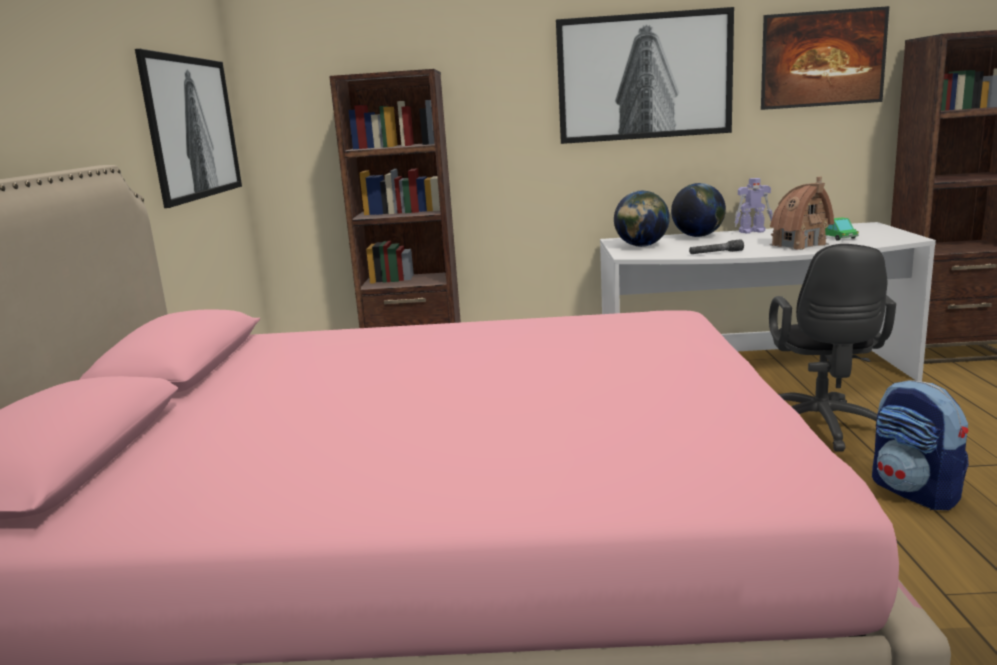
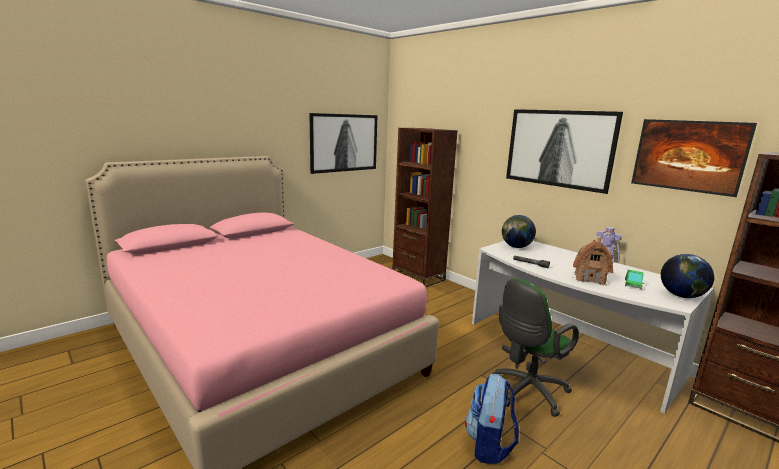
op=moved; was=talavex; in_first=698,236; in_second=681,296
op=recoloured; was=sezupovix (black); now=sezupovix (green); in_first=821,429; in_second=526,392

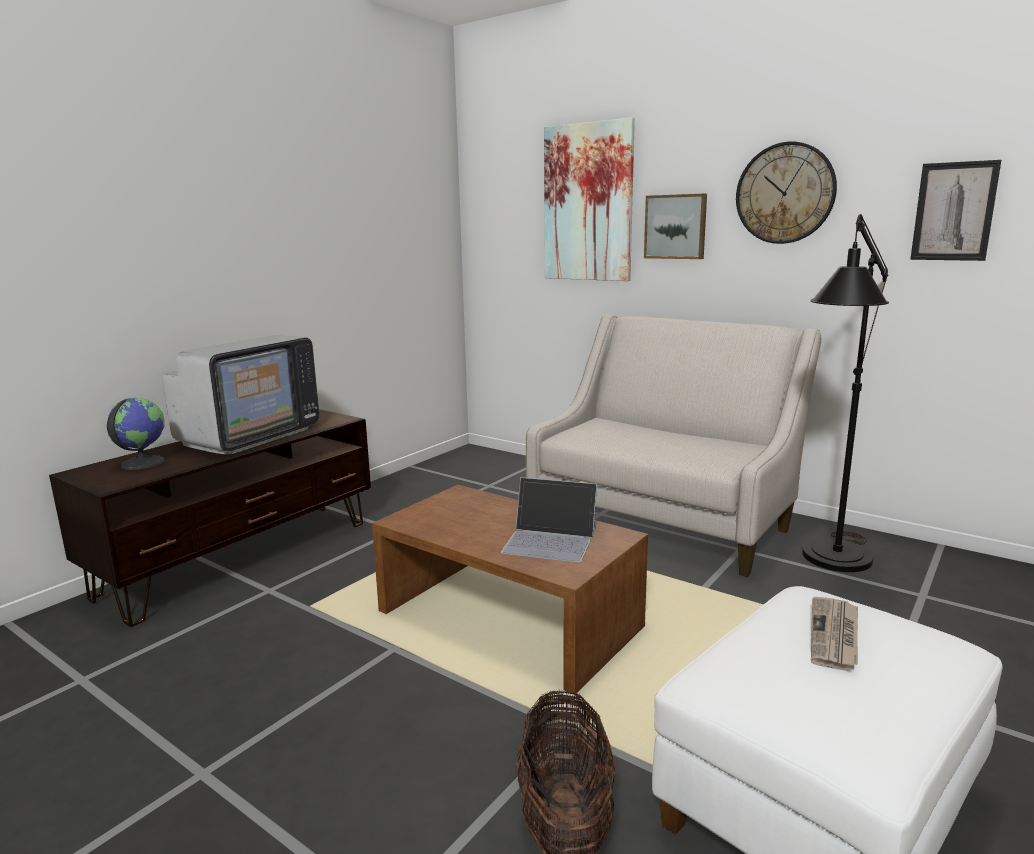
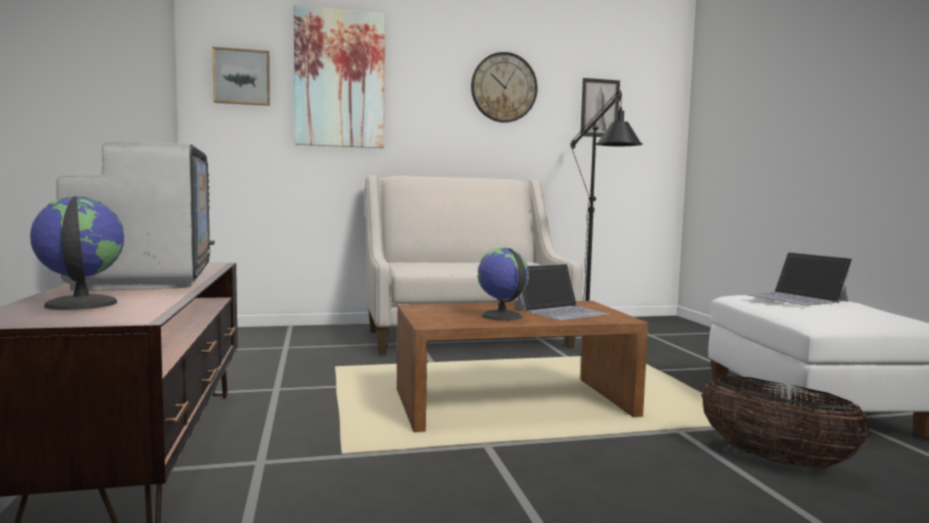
op=moved; was=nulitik; in_first=676,226; in_second=242,77
op=replaced; was=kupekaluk; now=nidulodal; in_first=835,636; in_second=797,298
op=added; now=talavex; in_second=501,316

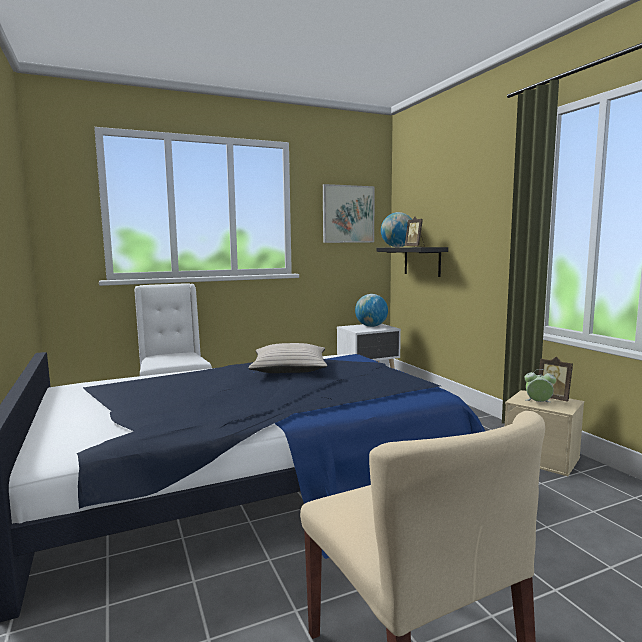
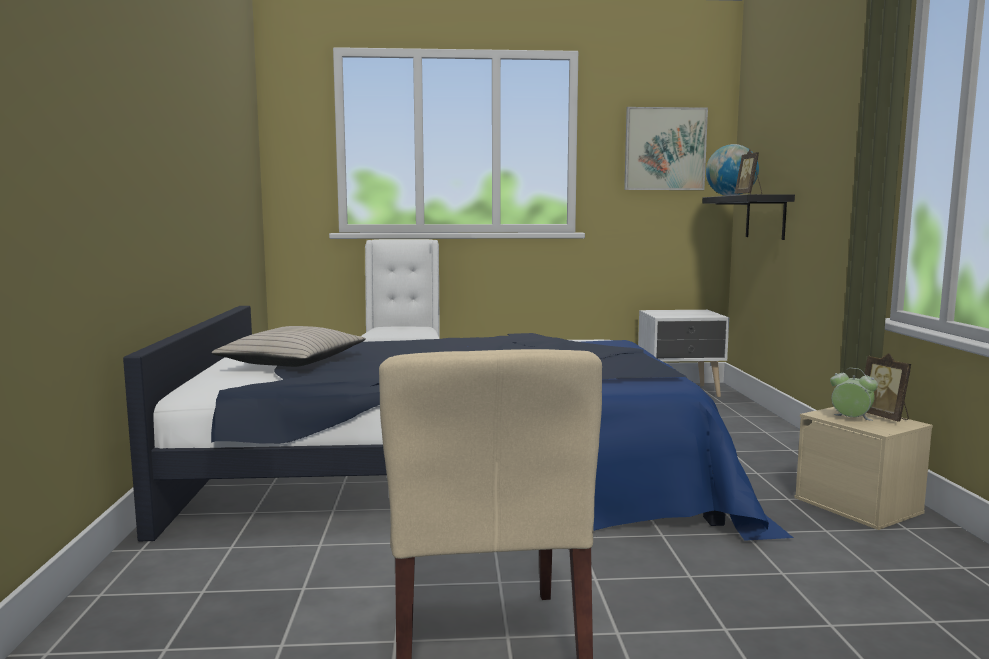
op=moved; was=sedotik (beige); in_first=289,368; in_second=292,361
op=removed; was=talavex; in_first=371,326

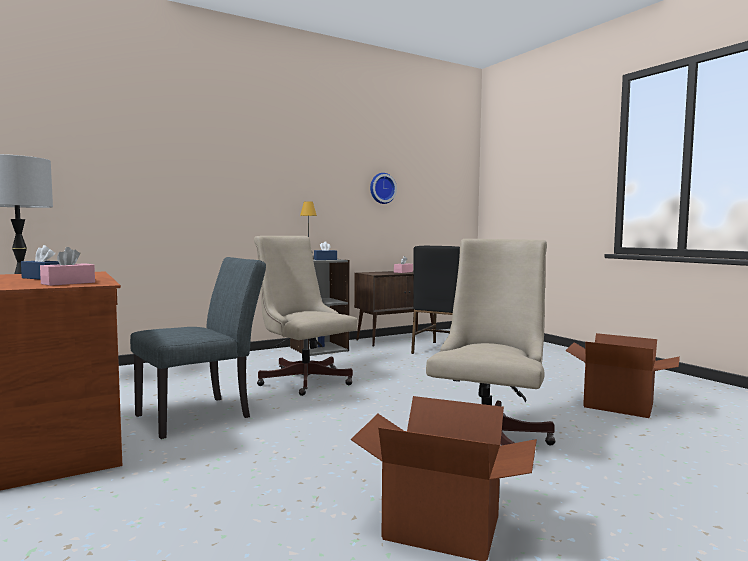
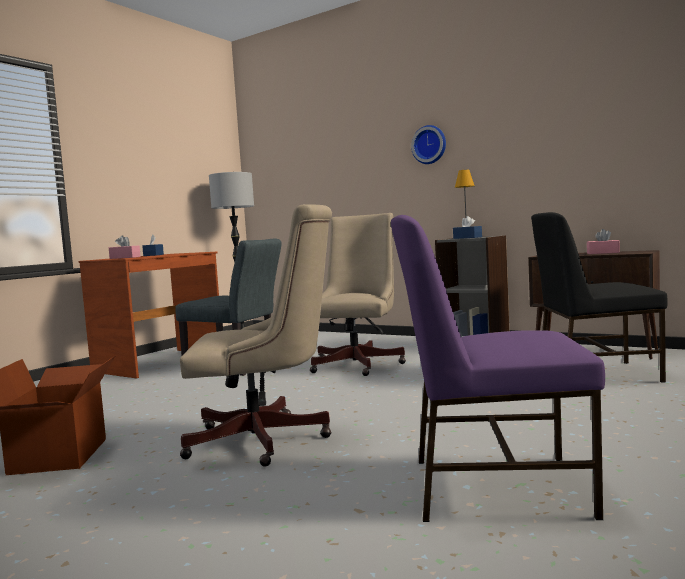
op=moved; was=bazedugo; in_first=382,188; in_second=429,145
op=replaced; was=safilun; now=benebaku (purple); in_first=618,405; in_second=494,486

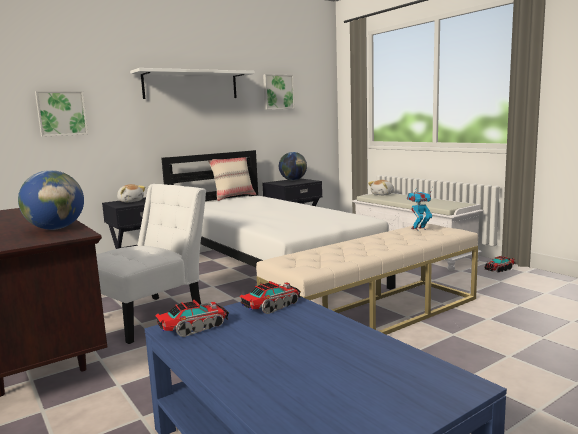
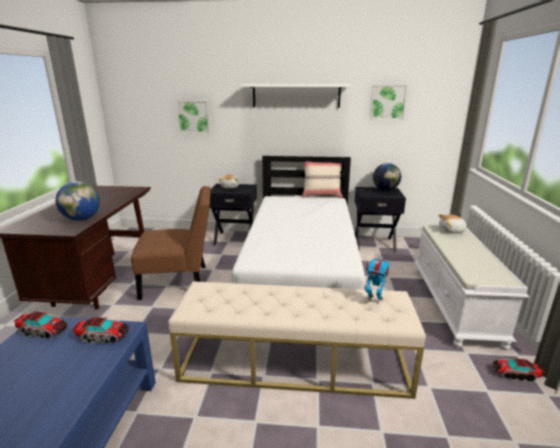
op=recoloured; was=benebaku (white); now=benebaku (brown); in_first=151,316; in_second=179,282

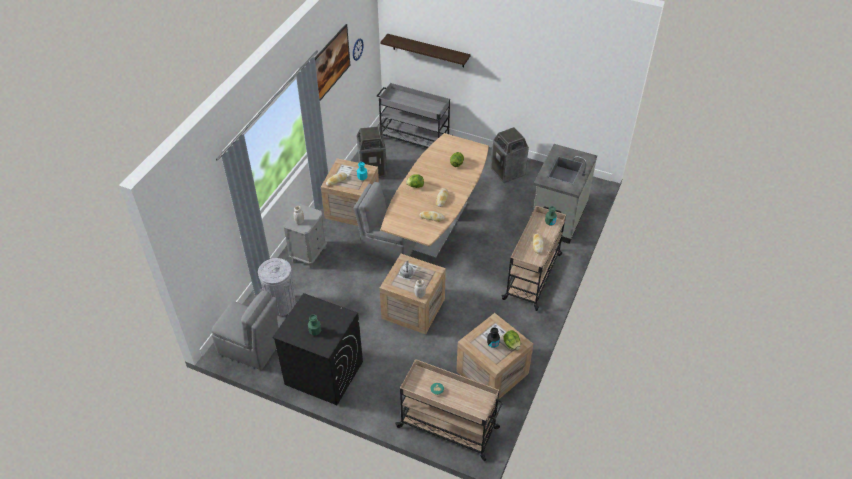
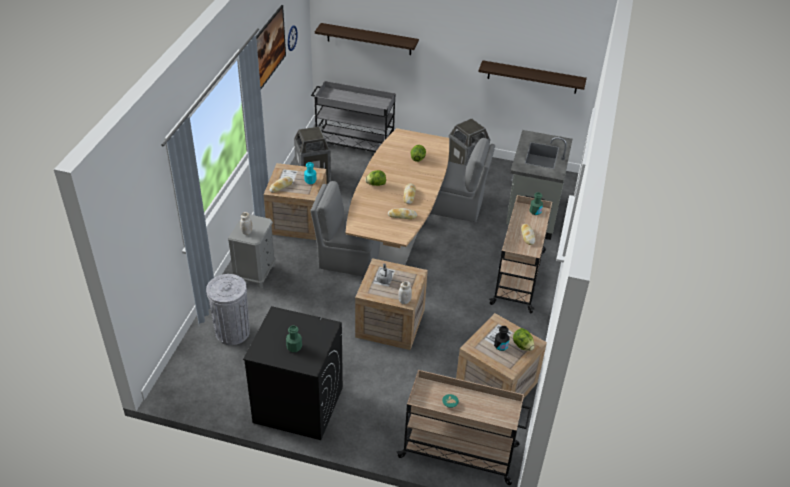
op=moved; was=benebaku (grey); in_first=251,348; in_second=457,207
op=added; now=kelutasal; in_second=532,77

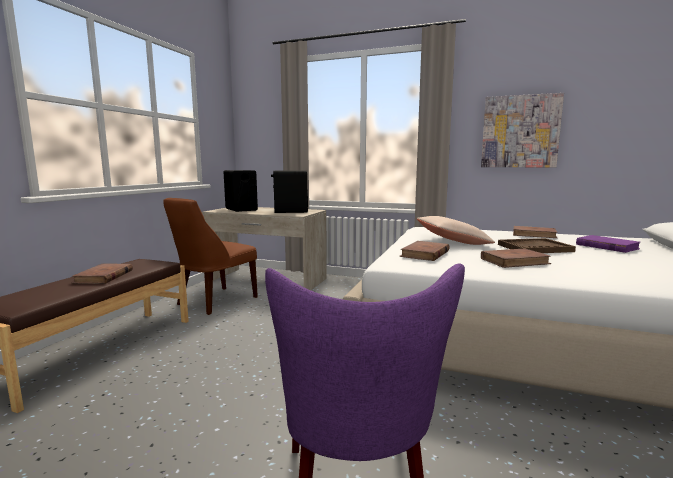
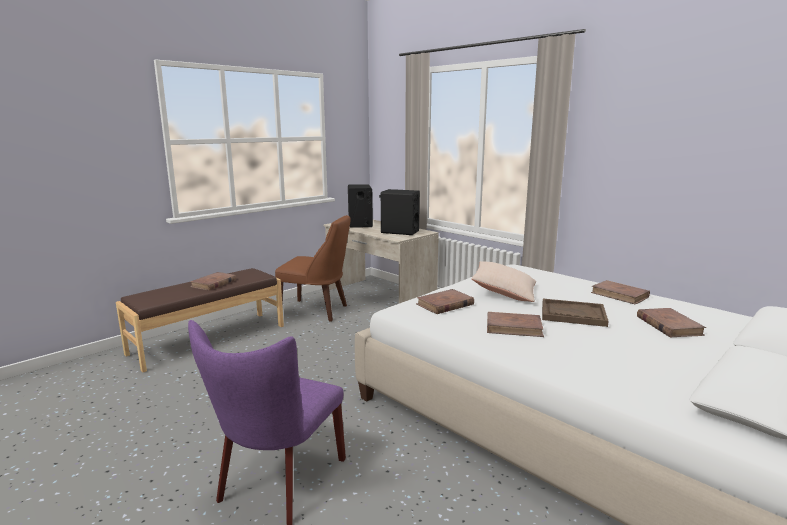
op=turned; was=benebaku (brown); in_first=214,301; in_second=317,311; clockwise=-135
op=removed; was=nulitik; in_first=520,132
op=recoloured; was=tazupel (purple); now=tazupel (brown); in_first=606,246; in_second=668,325

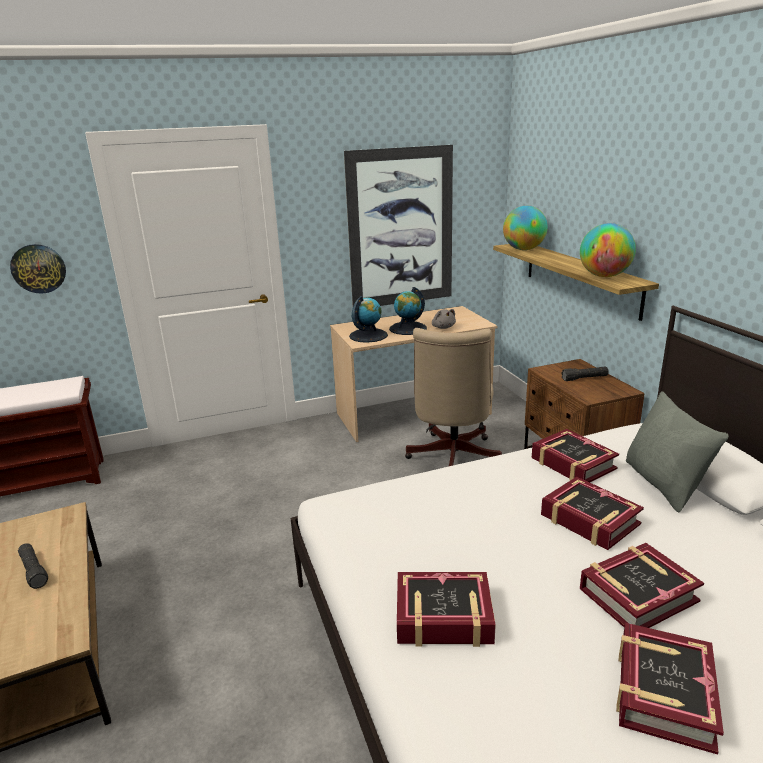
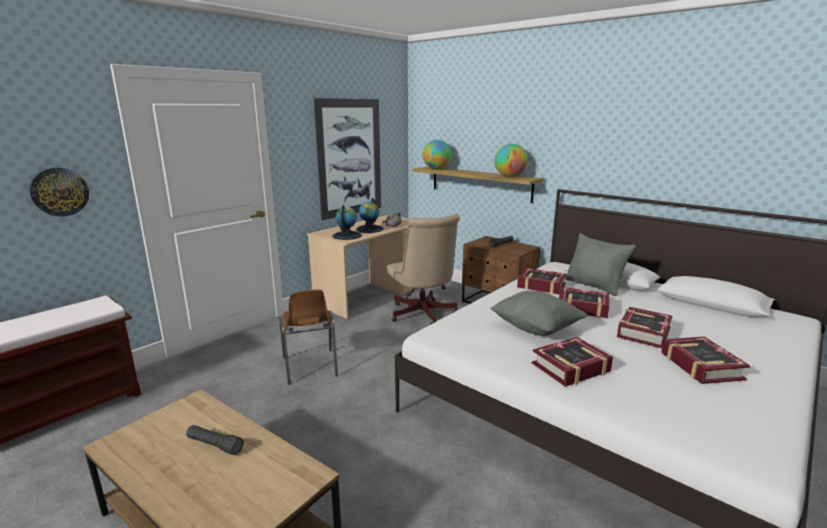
op=added; now=benebaku (brown); in_second=310,367
op=added; now=sedotik (grey); in_second=536,328

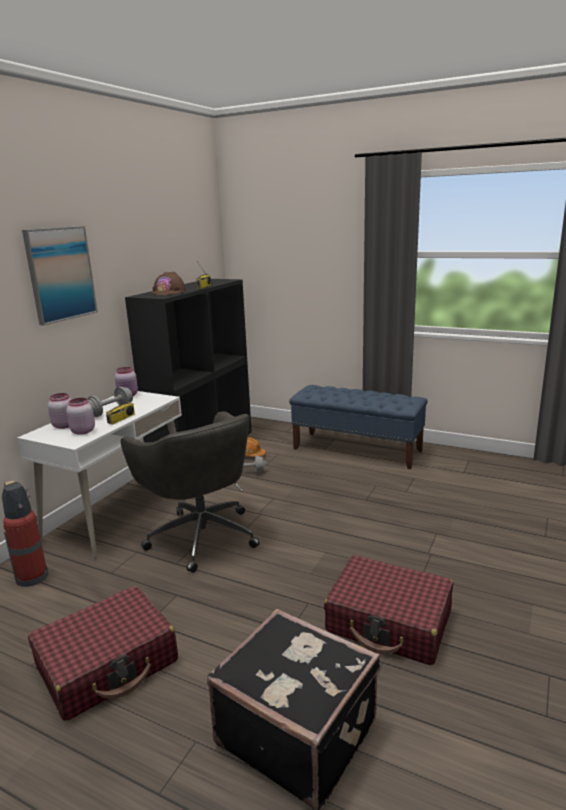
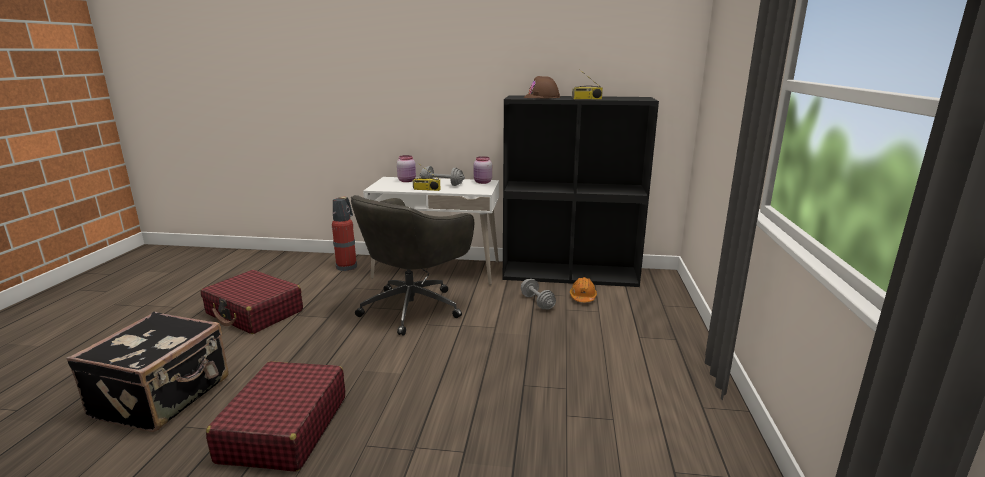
op=removed; was=nulitik; in_first=60,274
op=removed; was=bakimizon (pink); in_first=82,431
op=removed; was=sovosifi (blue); in_first=357,450

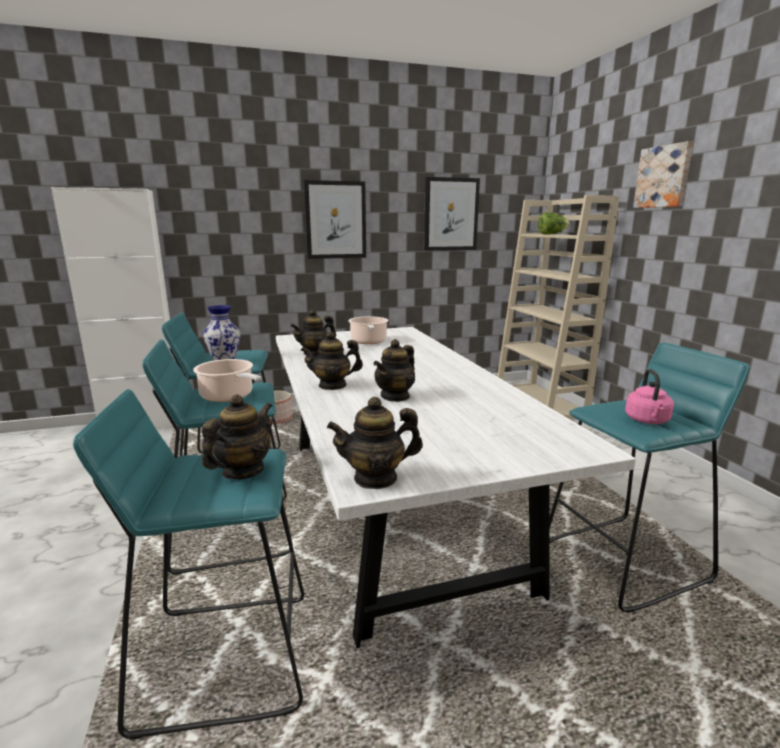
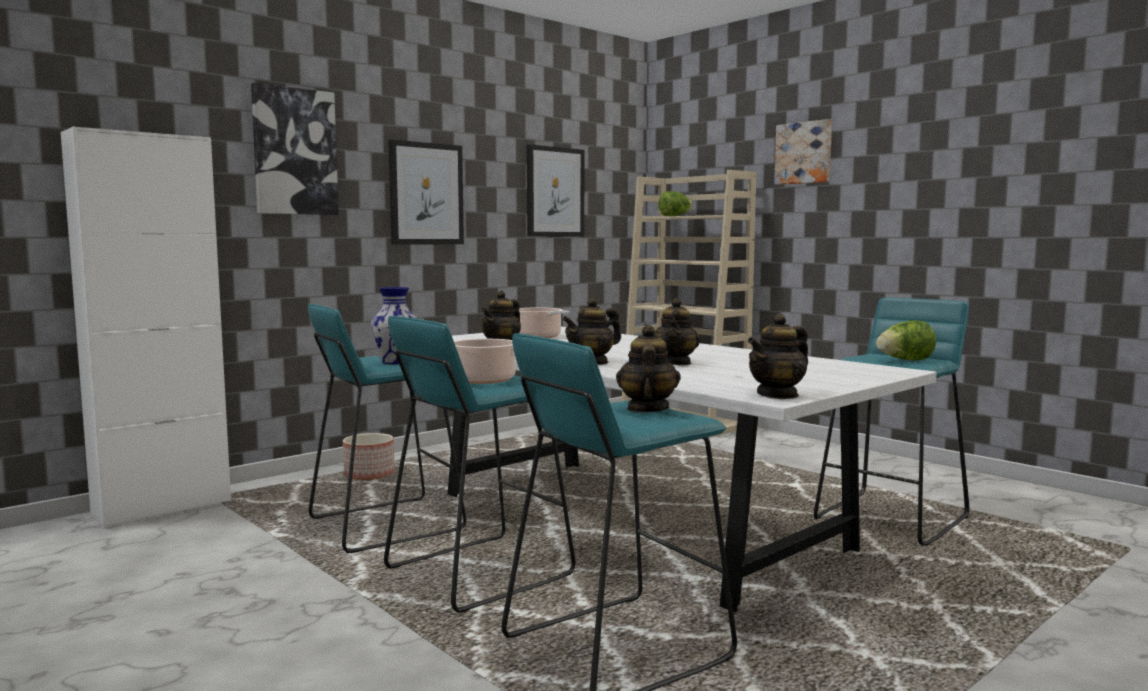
op=replaced; was=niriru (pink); now=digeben; in_first=647,421; in_second=905,360
op=added; now=nulitik; in_second=294,152

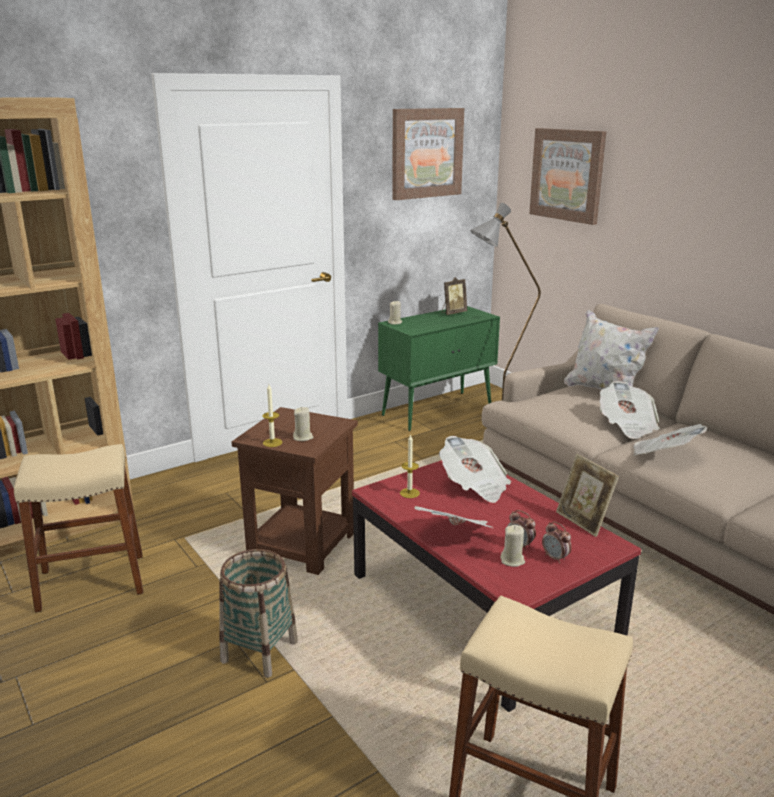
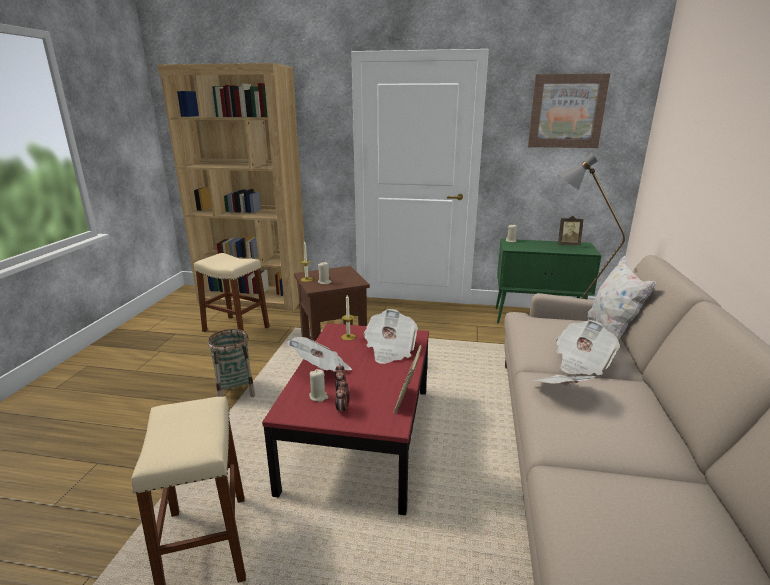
op=removed; was=nulitik; in_first=567,175

